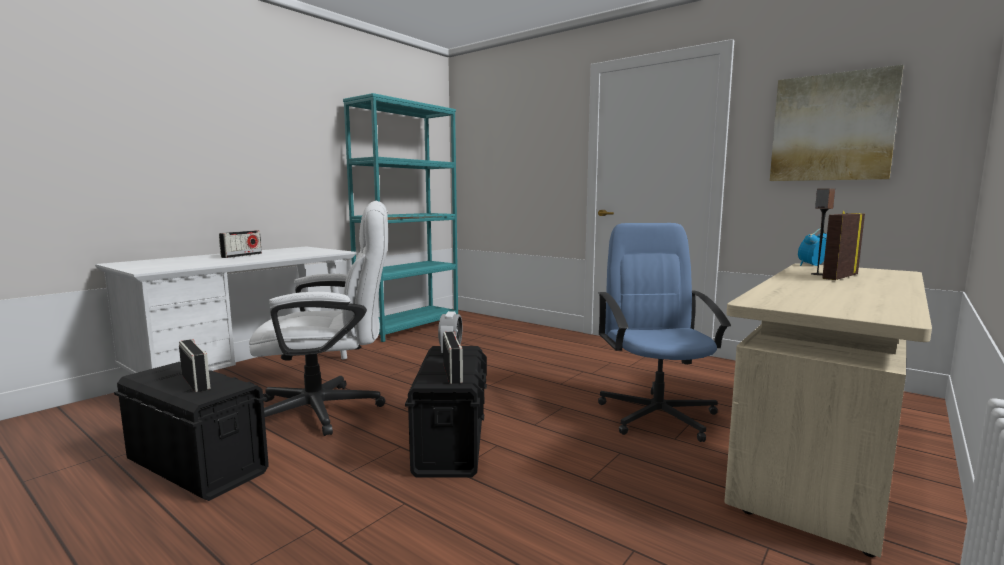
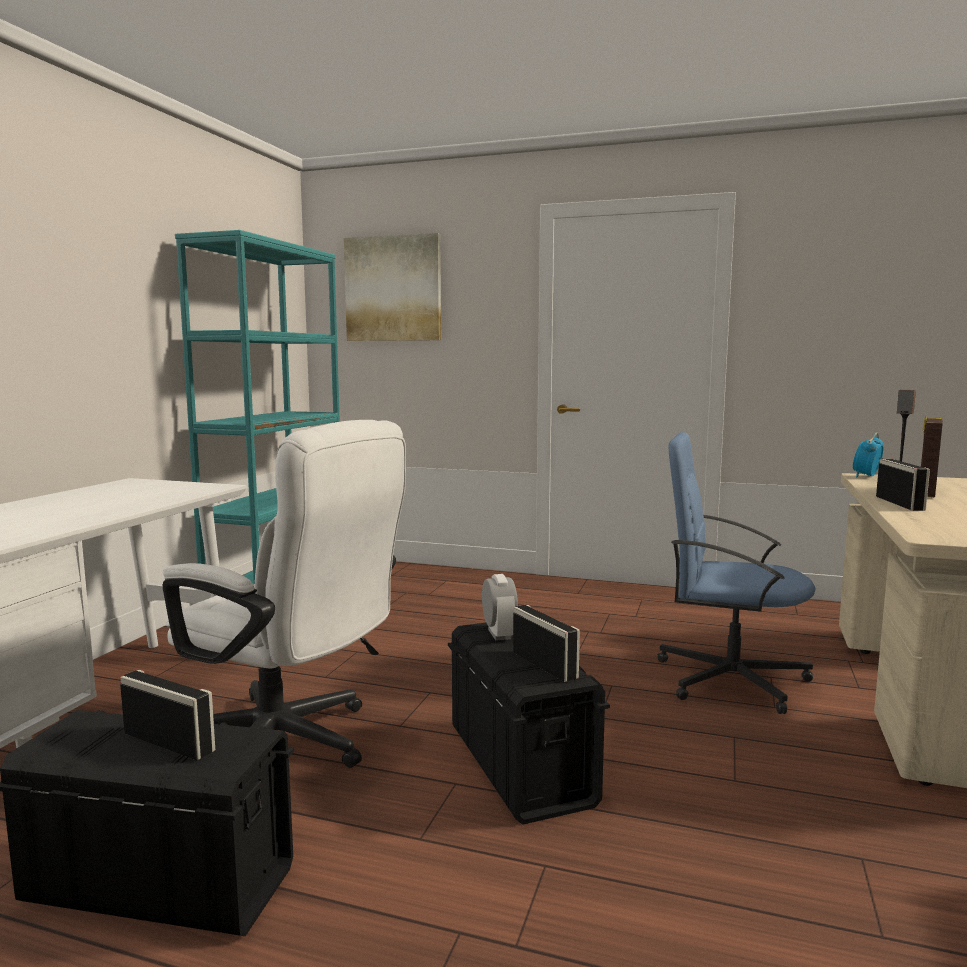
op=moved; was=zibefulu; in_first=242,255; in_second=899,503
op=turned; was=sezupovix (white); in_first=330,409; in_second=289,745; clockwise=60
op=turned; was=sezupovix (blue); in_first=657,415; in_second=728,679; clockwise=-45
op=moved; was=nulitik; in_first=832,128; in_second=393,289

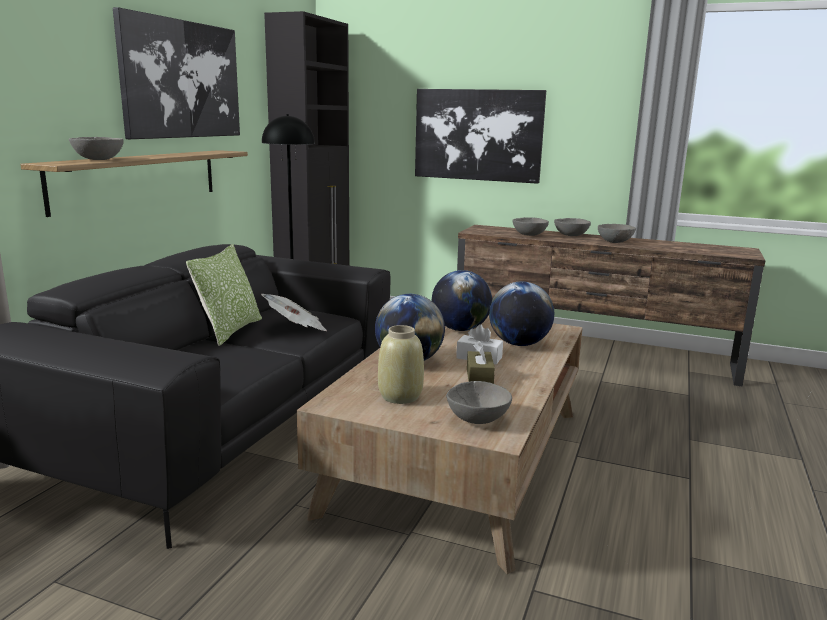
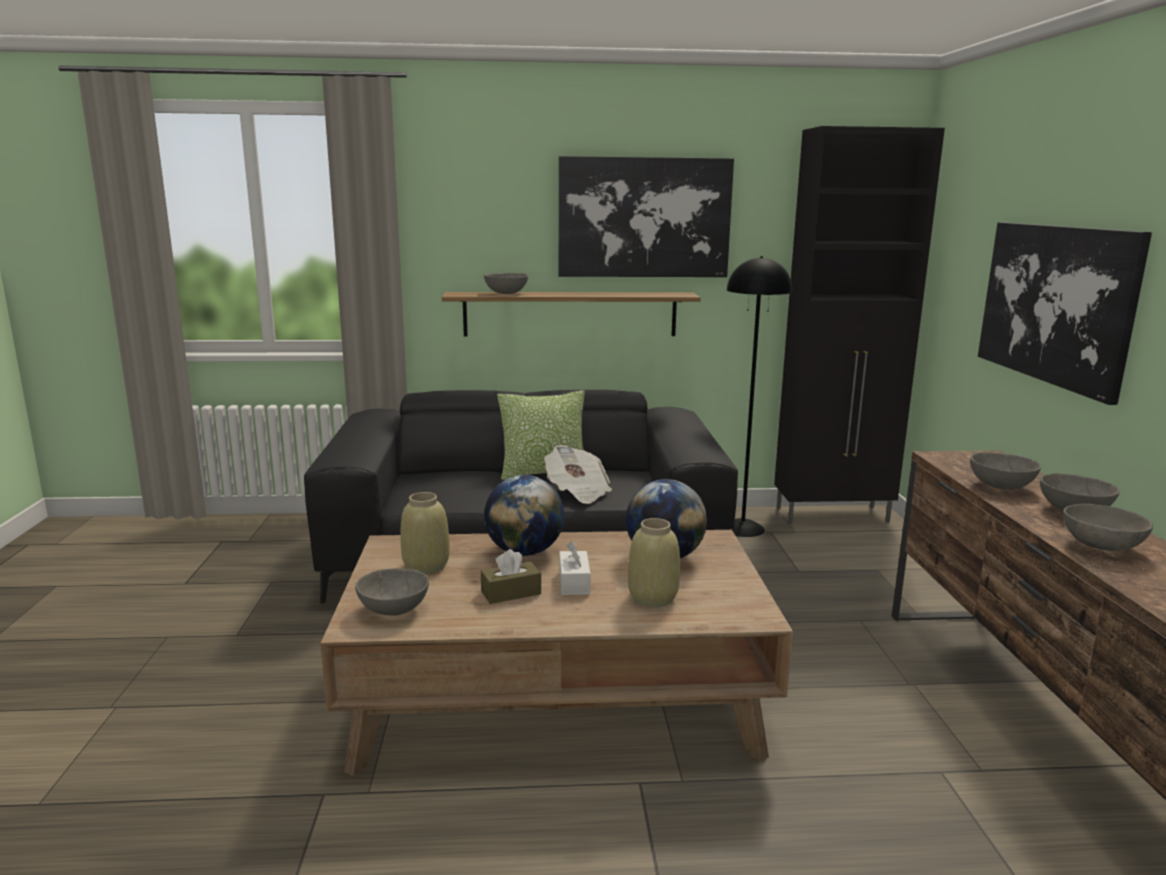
op=replaced; was=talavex; now=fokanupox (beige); in_first=519,344; in_second=652,597

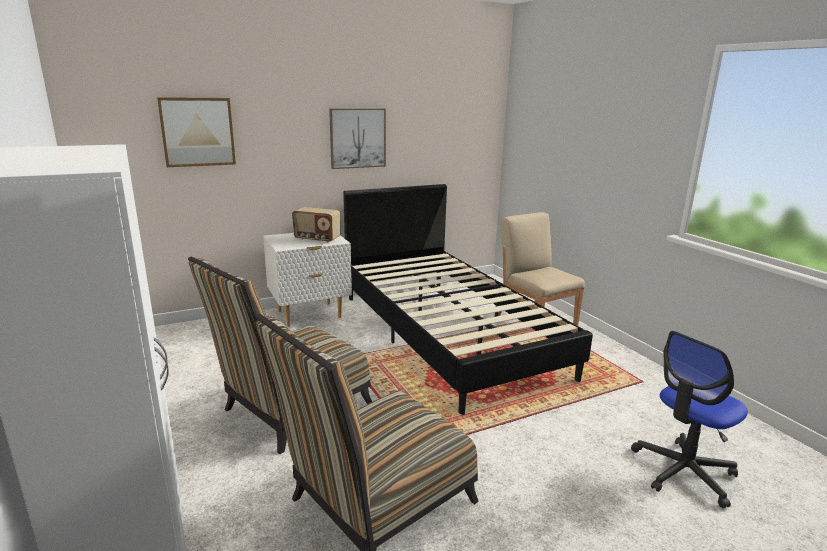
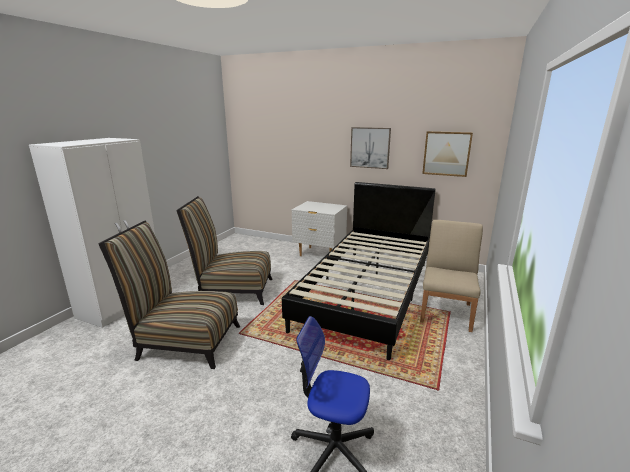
op=moved; was=nulitik; in_first=197,132; in_second=446,153
op=removed; was=zibefulu; in_first=317,239

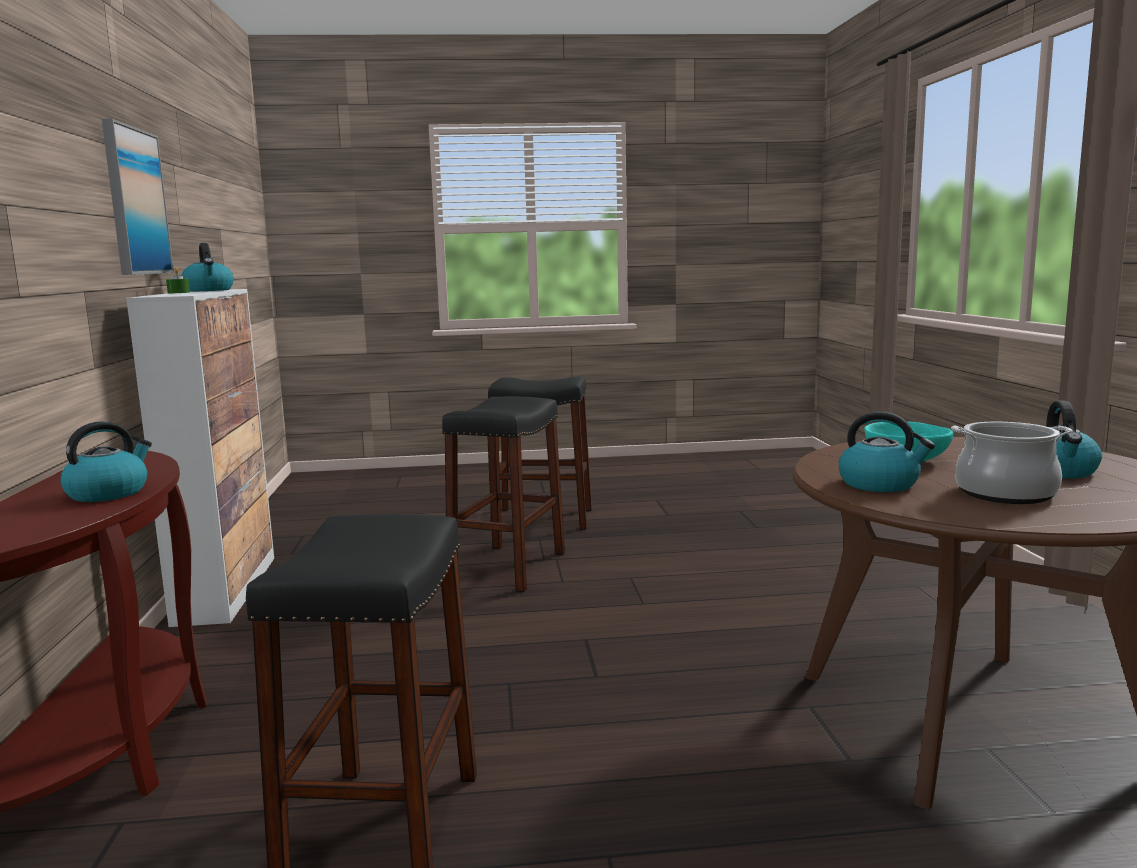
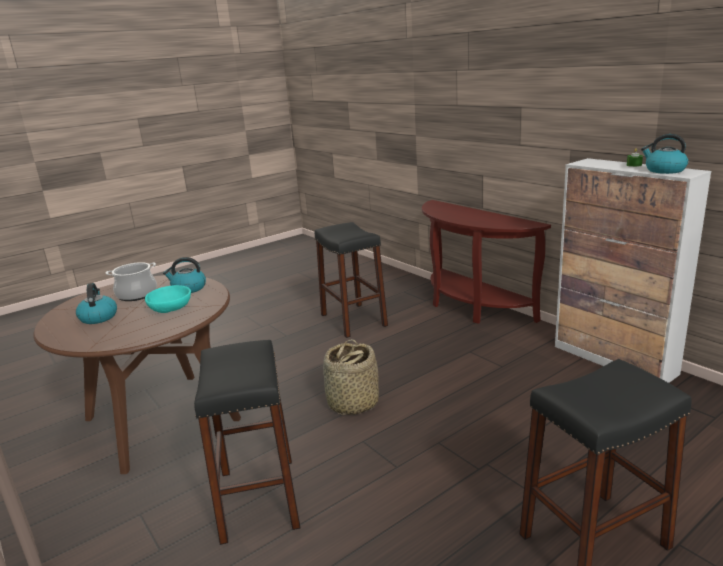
op=removed; was=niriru; in_first=108,493
op=removed; was=nulitik; in_first=135,202
op=moved; was=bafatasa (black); in_first=508,568; in_second=258,498
op=added; now=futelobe; in_second=352,403

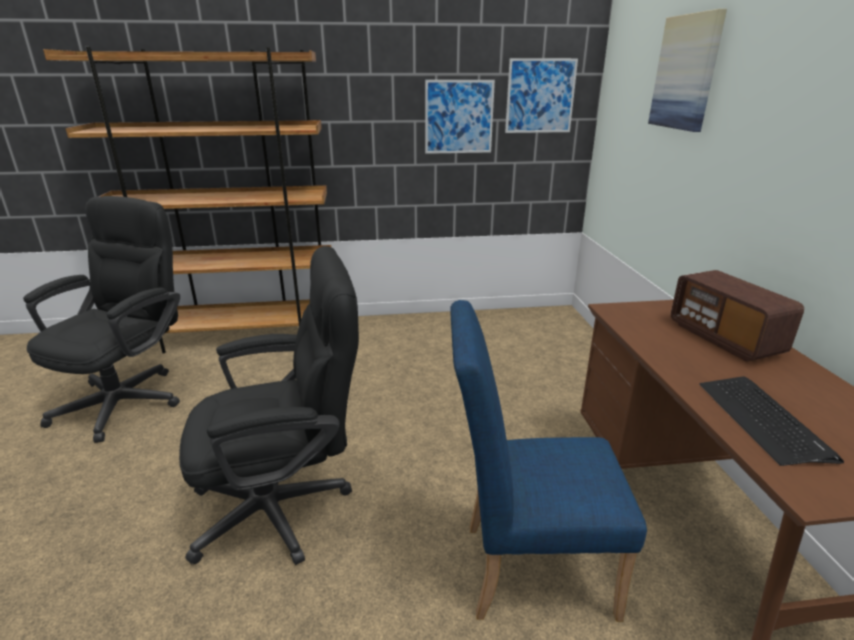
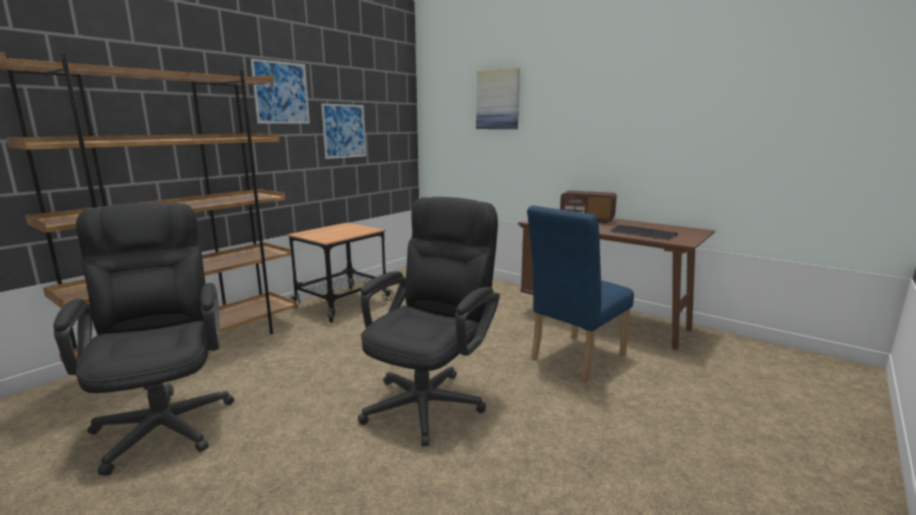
op=moved; was=nulitik; in_first=540,96; in_second=281,93
op=added; now=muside; in_second=341,303

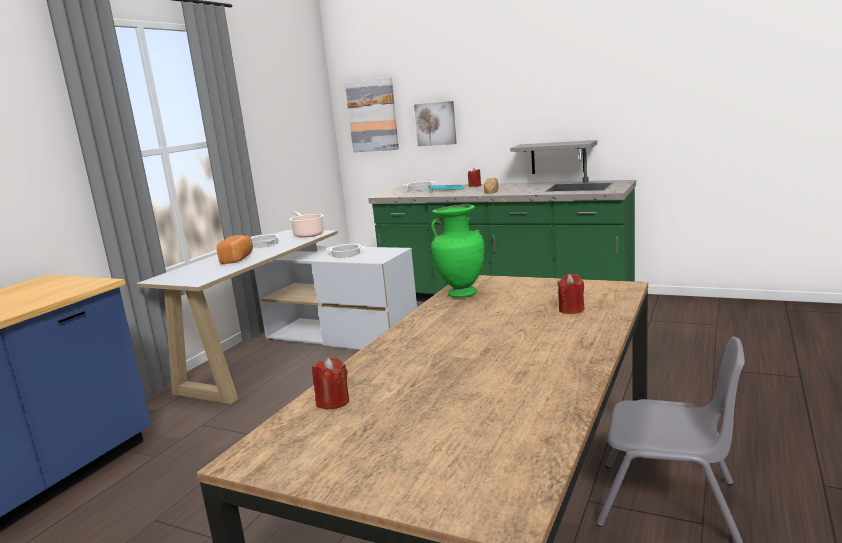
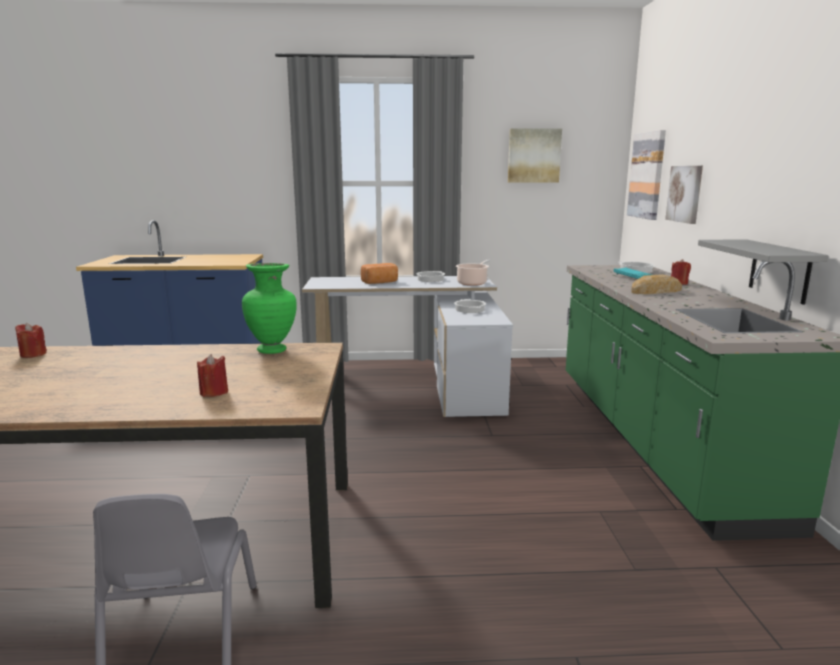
op=added; now=nulitik; in_second=534,155

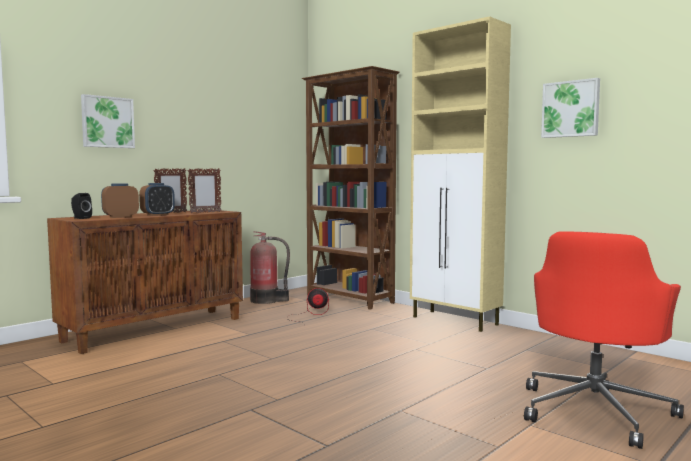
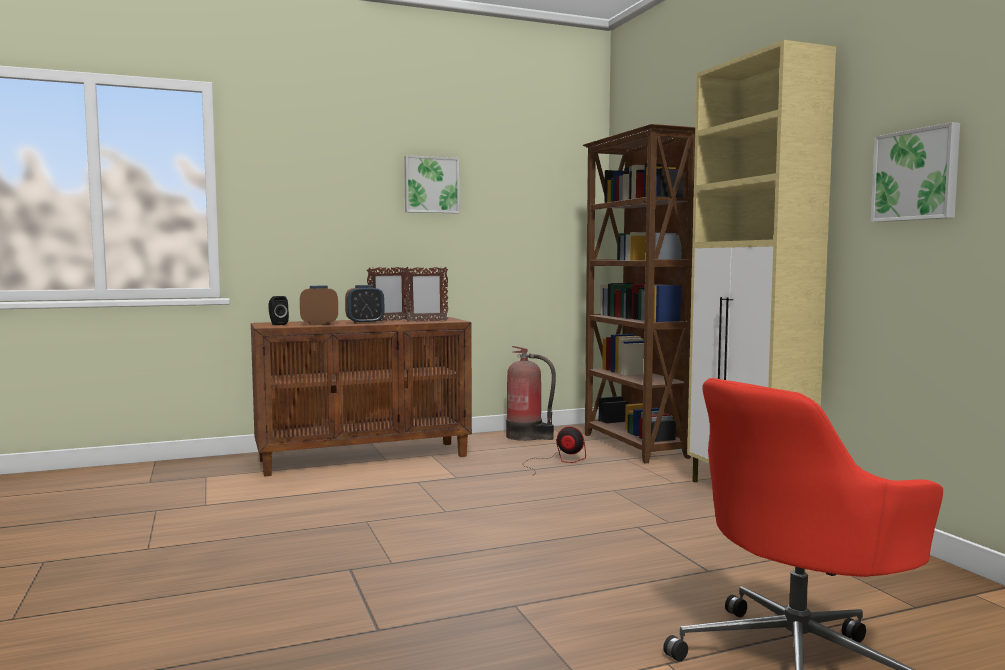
op=moved; was=nulitik; in_first=107,122; in_second=431,185

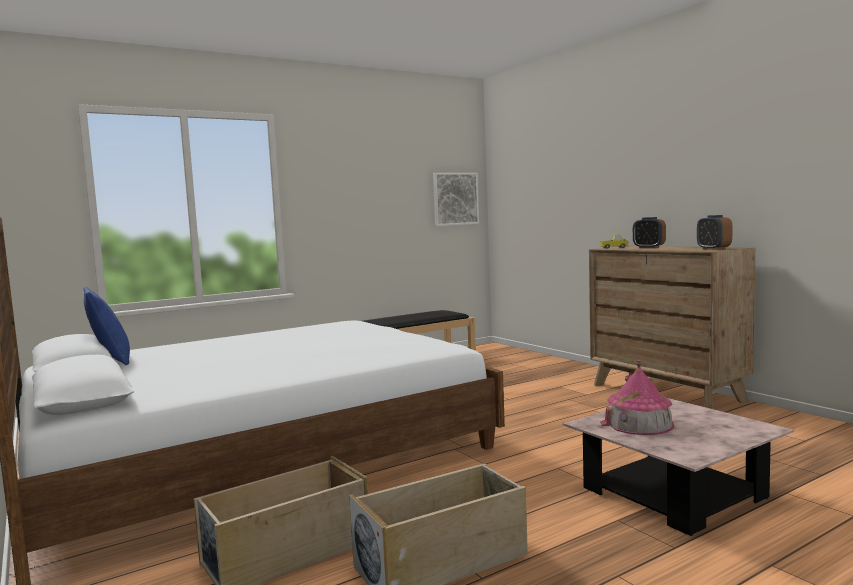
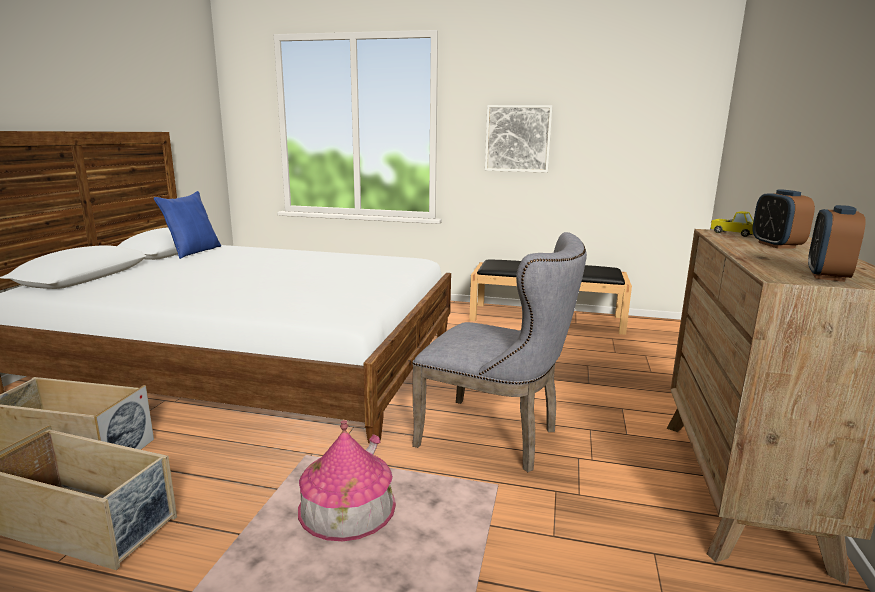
op=moved; was=nulitik; in_first=455,199; in_second=518,138
op=added; now=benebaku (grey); in_second=497,437

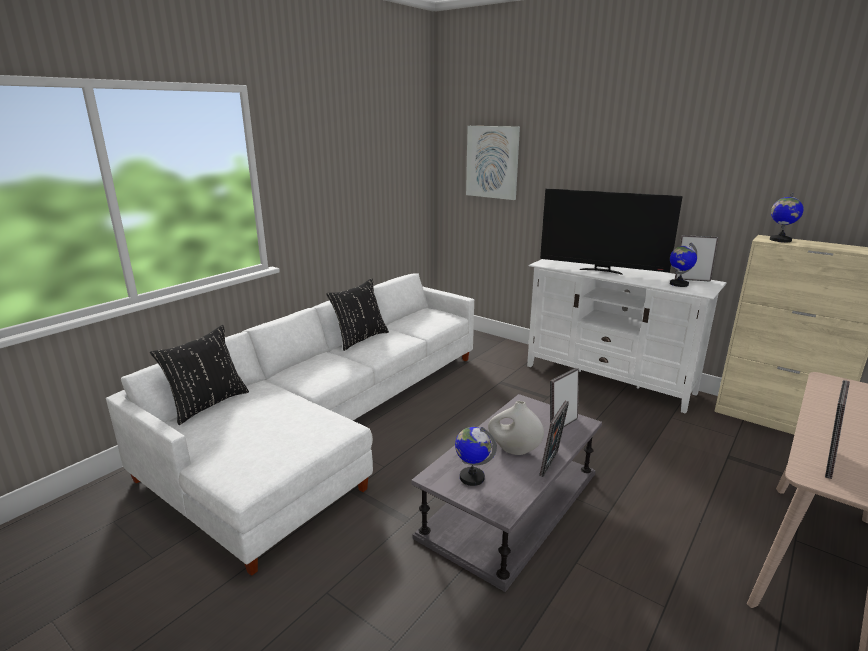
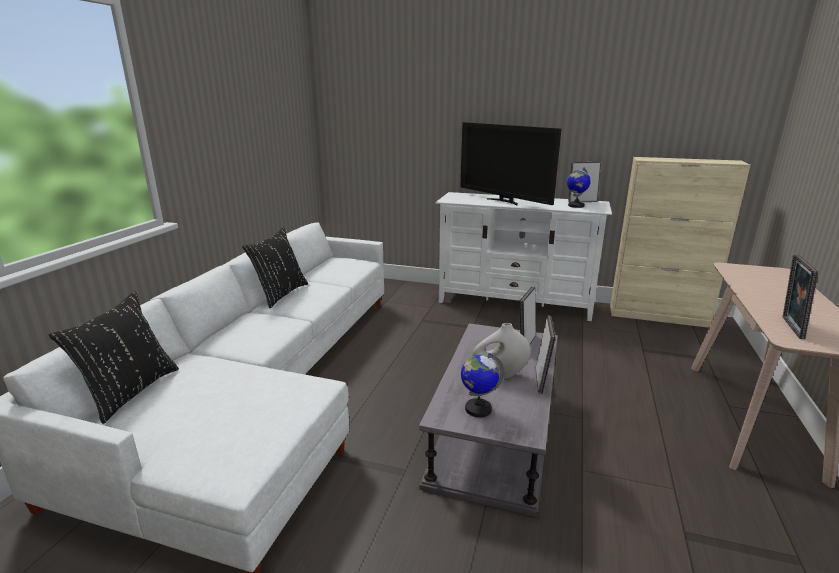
op=removed; was=nulitik; in_first=492,162
op=turned; was=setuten; in_first=601,271; in_second=504,201; clockwise=45
op=removed; was=talavex; in_first=780,240

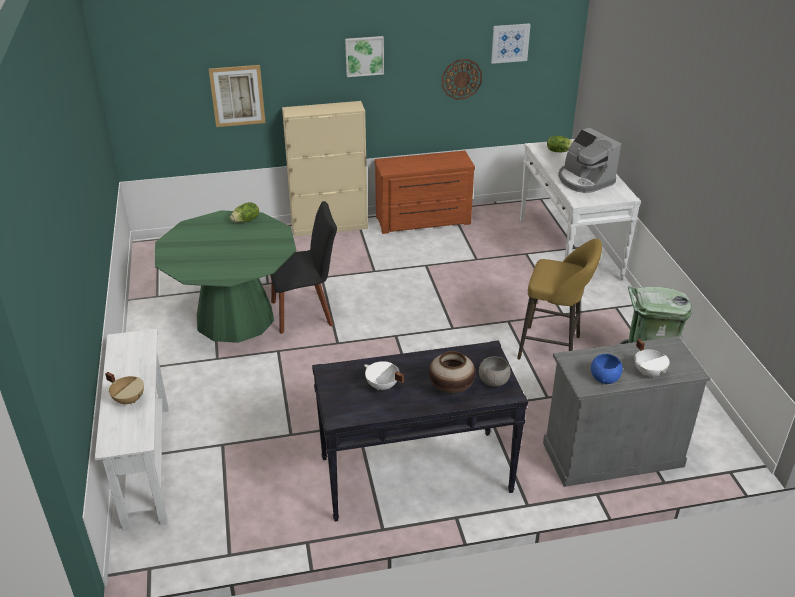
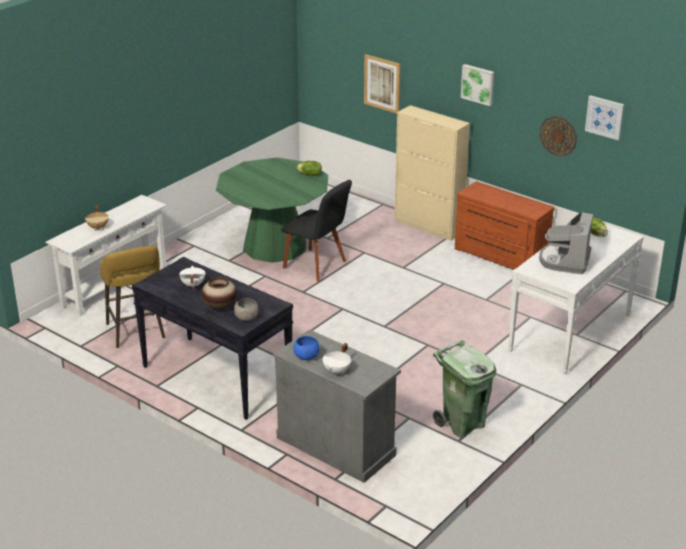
op=moved; was=bafatasa (yellow); in_first=553,348; in_second=136,333

